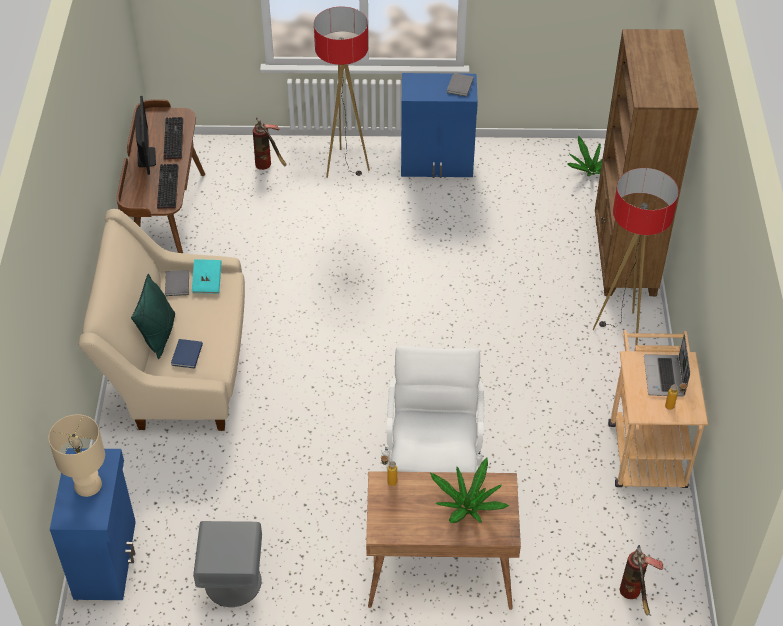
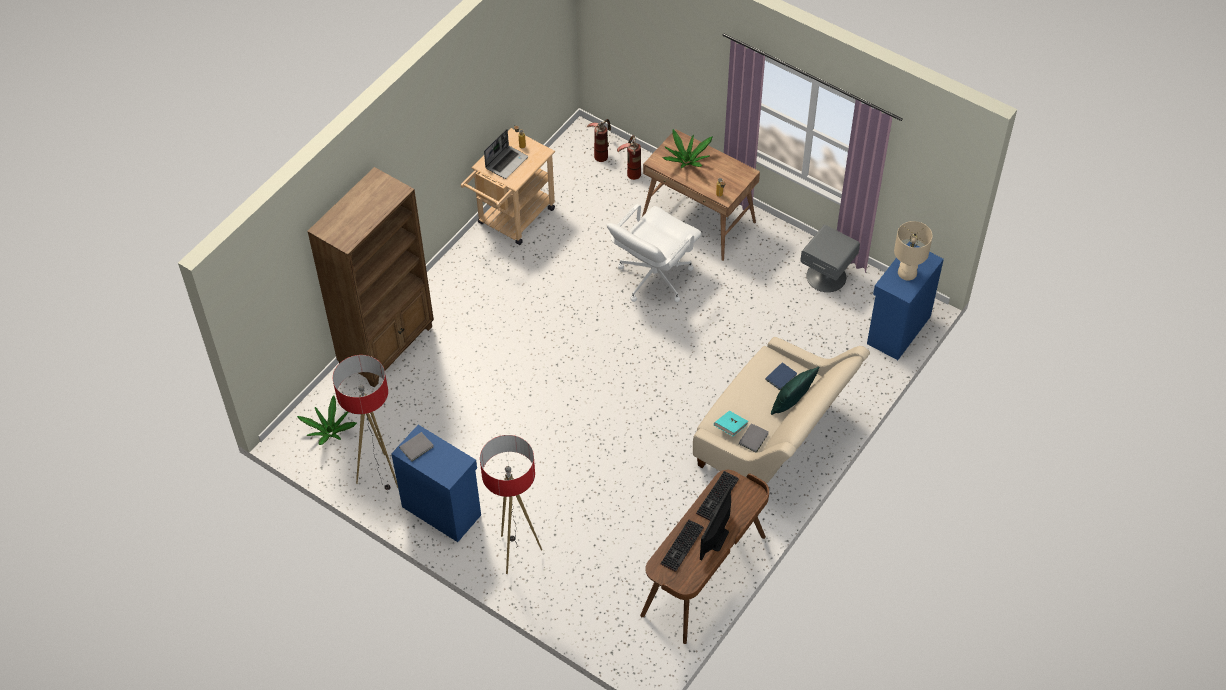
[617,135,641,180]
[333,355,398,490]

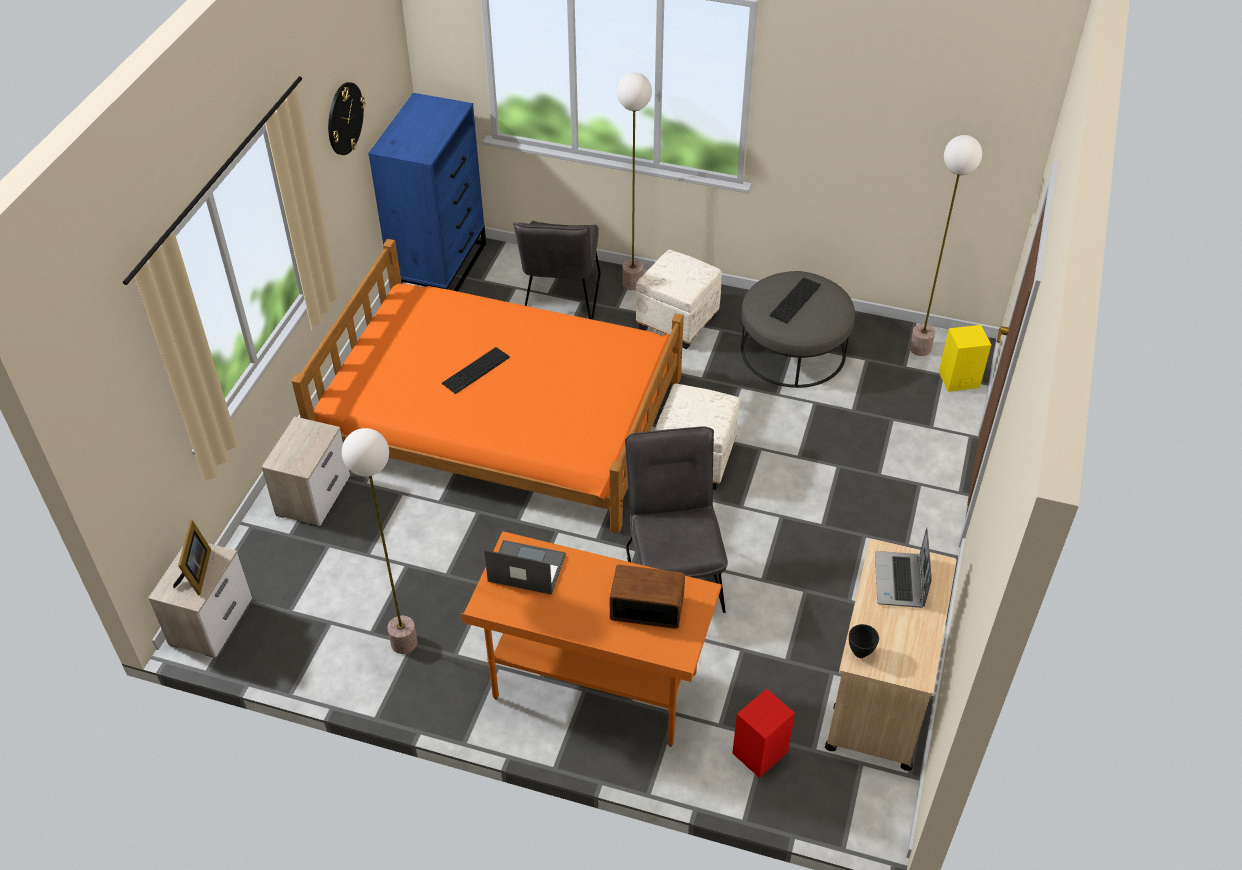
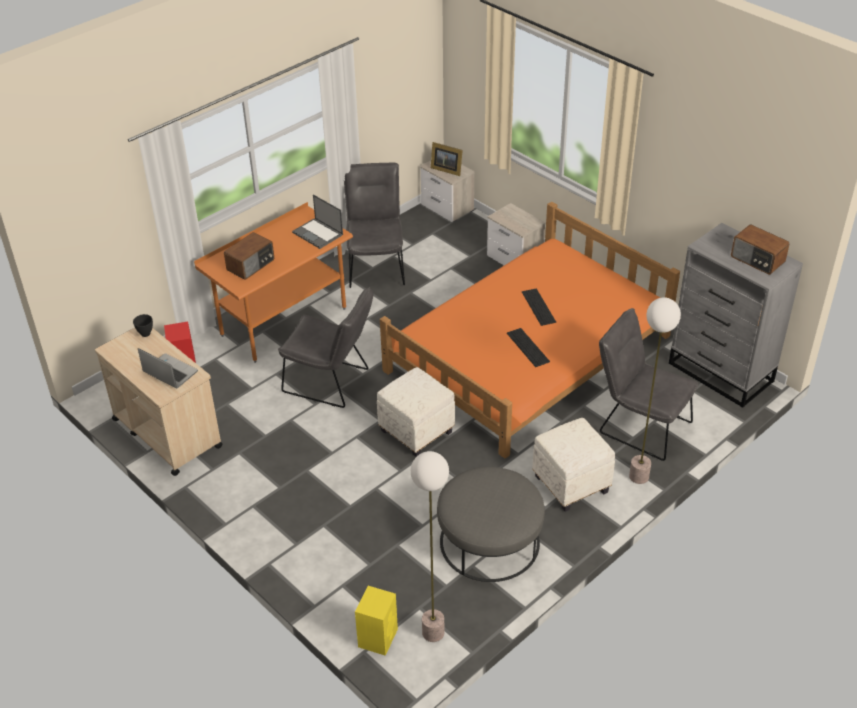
[328,82,365,155] (first image)
[669,223,803,408]
[507,328,550,367]
[344,162,405,288]
[292,194,343,249]
[731,225,790,275]

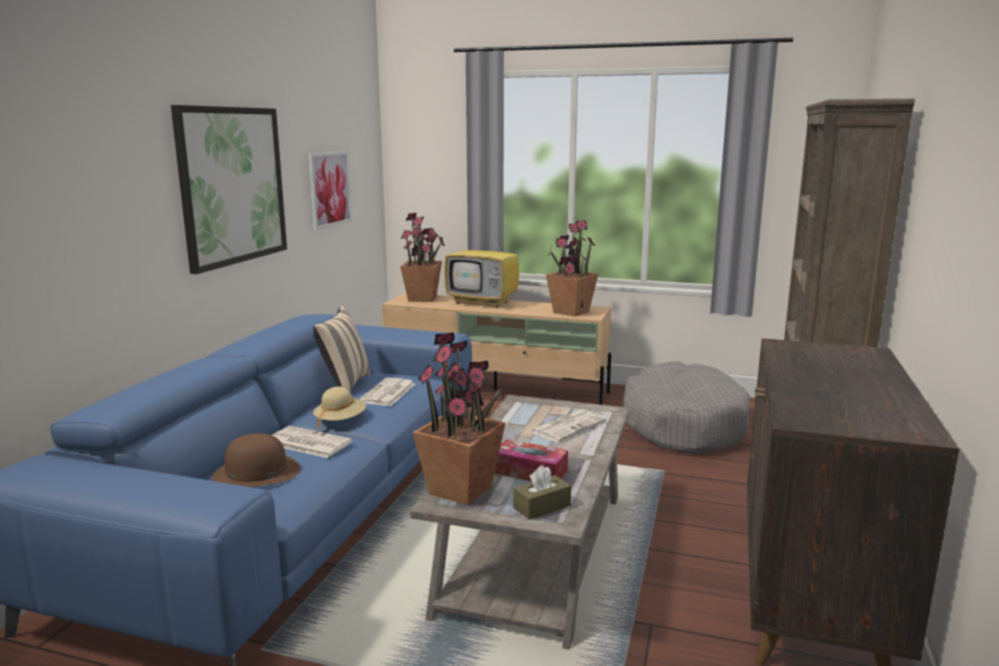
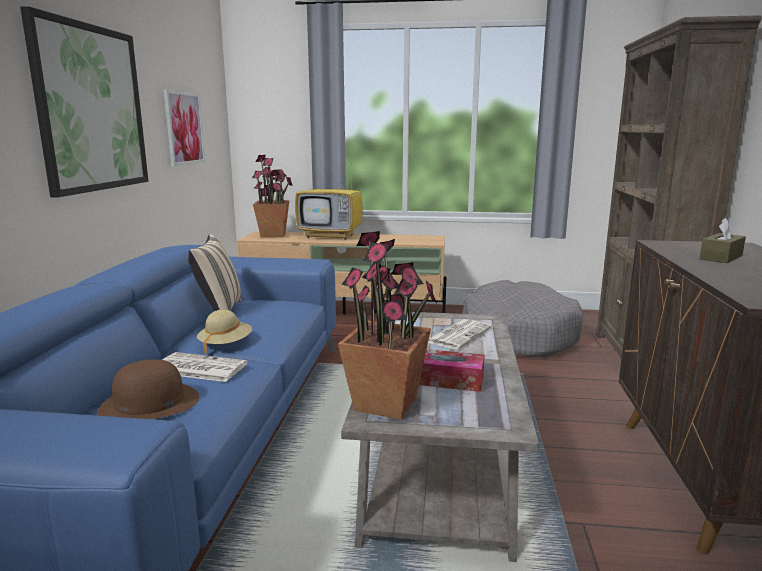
[546,220,598,317] (first image)
[358,378,415,406] (first image)
[700,218,746,263]

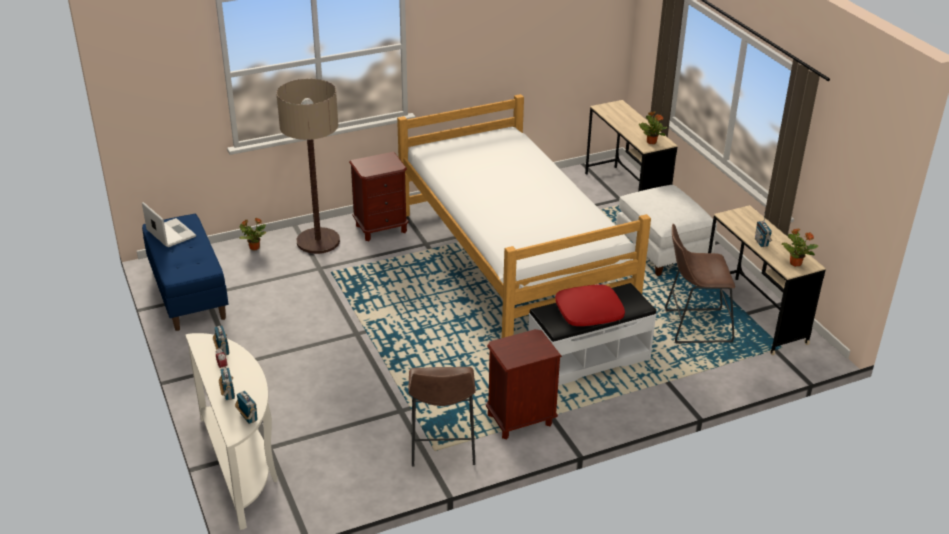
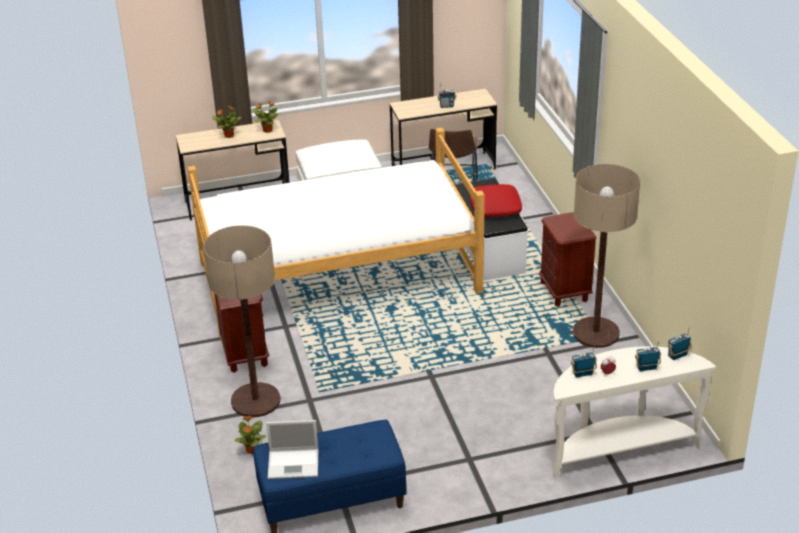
[266,420,318,479]
[213,106,242,138]
[573,164,640,348]

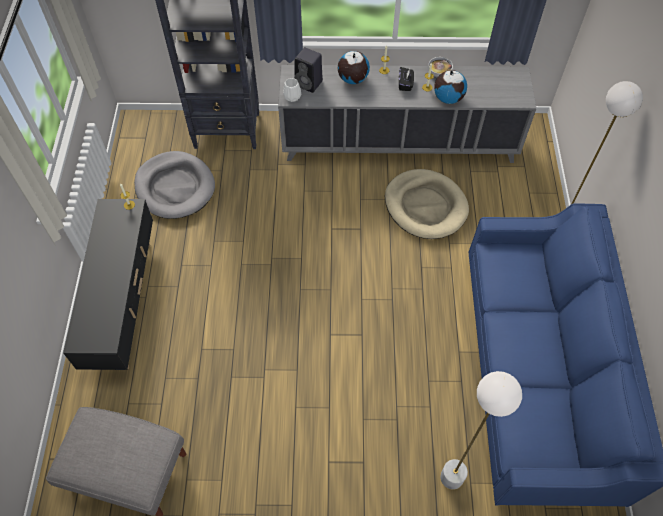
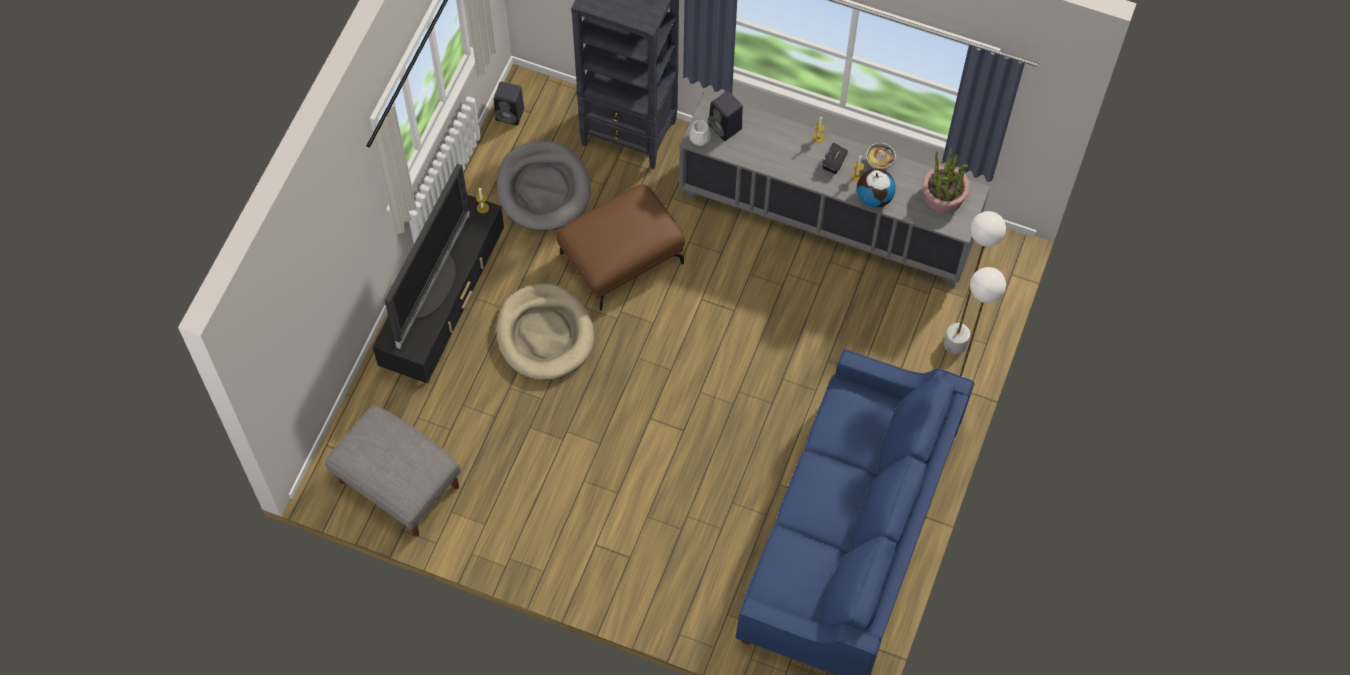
[338,51,370,84] (first image)
[496,283,594,380]
[944,211,1006,354]
[494,82,524,125]
[922,148,970,214]
[384,164,470,349]
[557,184,685,311]

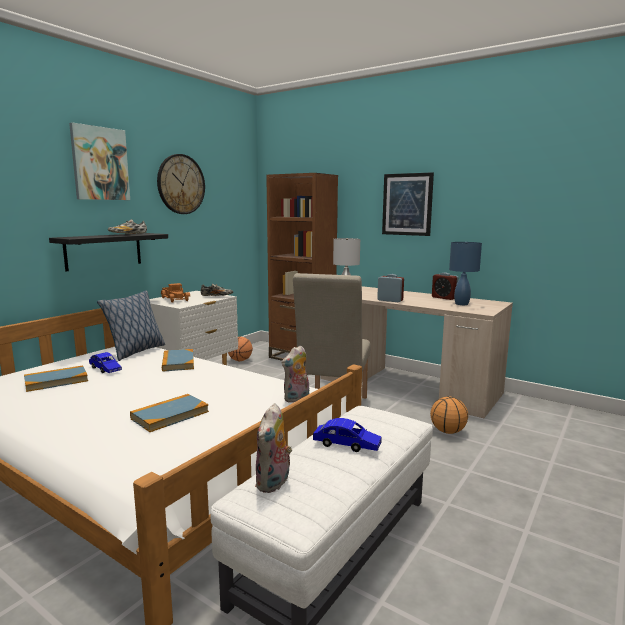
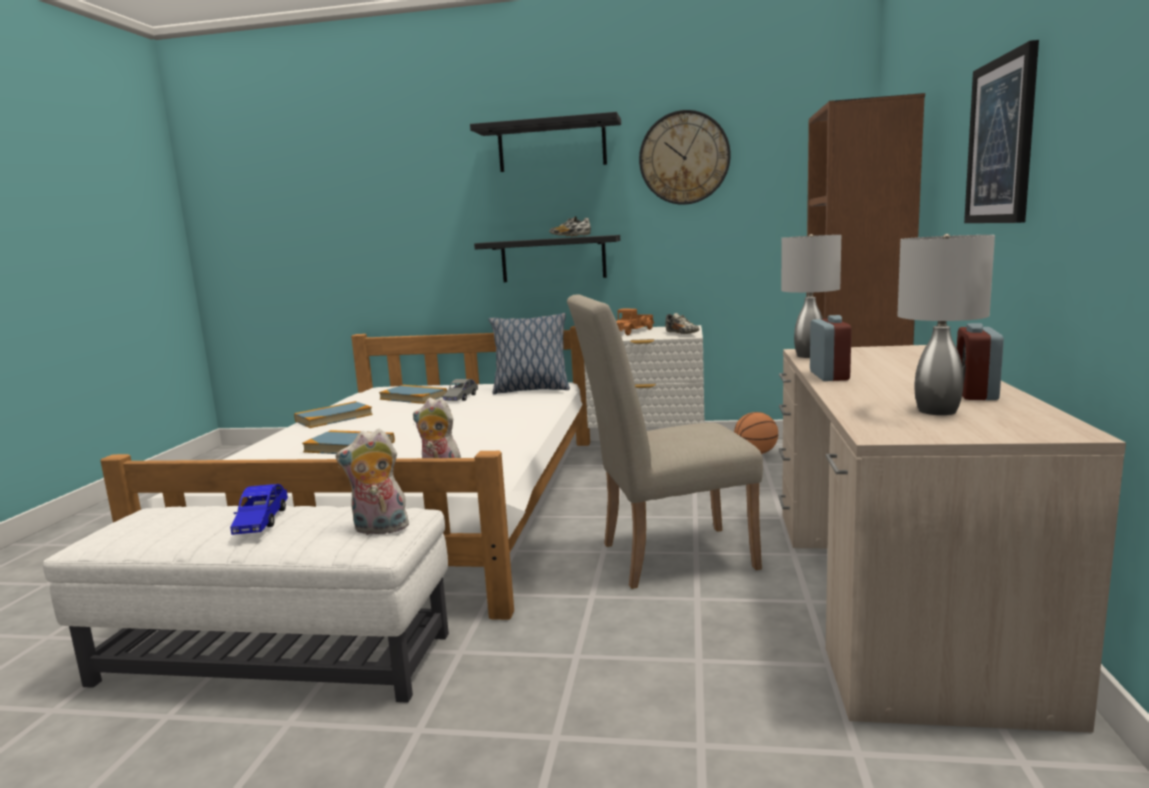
[470,112,621,172]
[897,234,995,415]
[294,401,373,428]
[443,379,478,401]
[430,396,468,434] (first image)
[336,429,413,536]

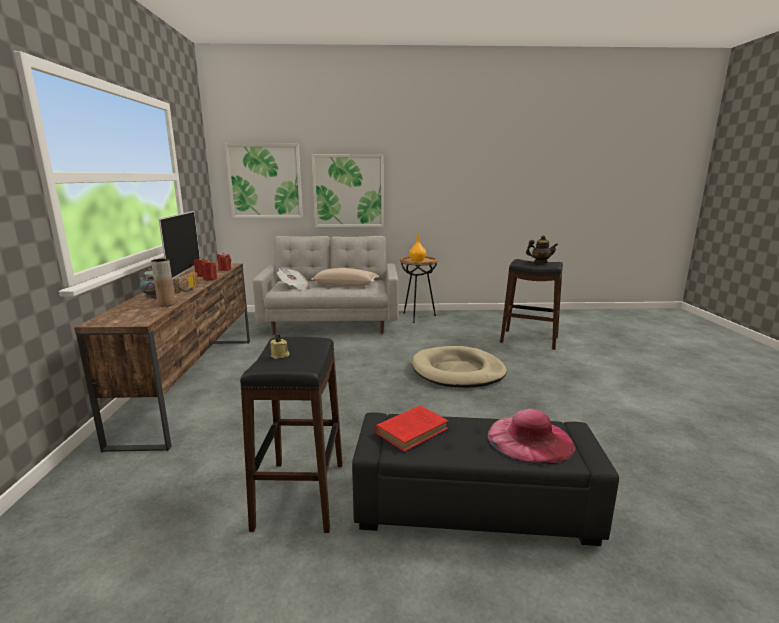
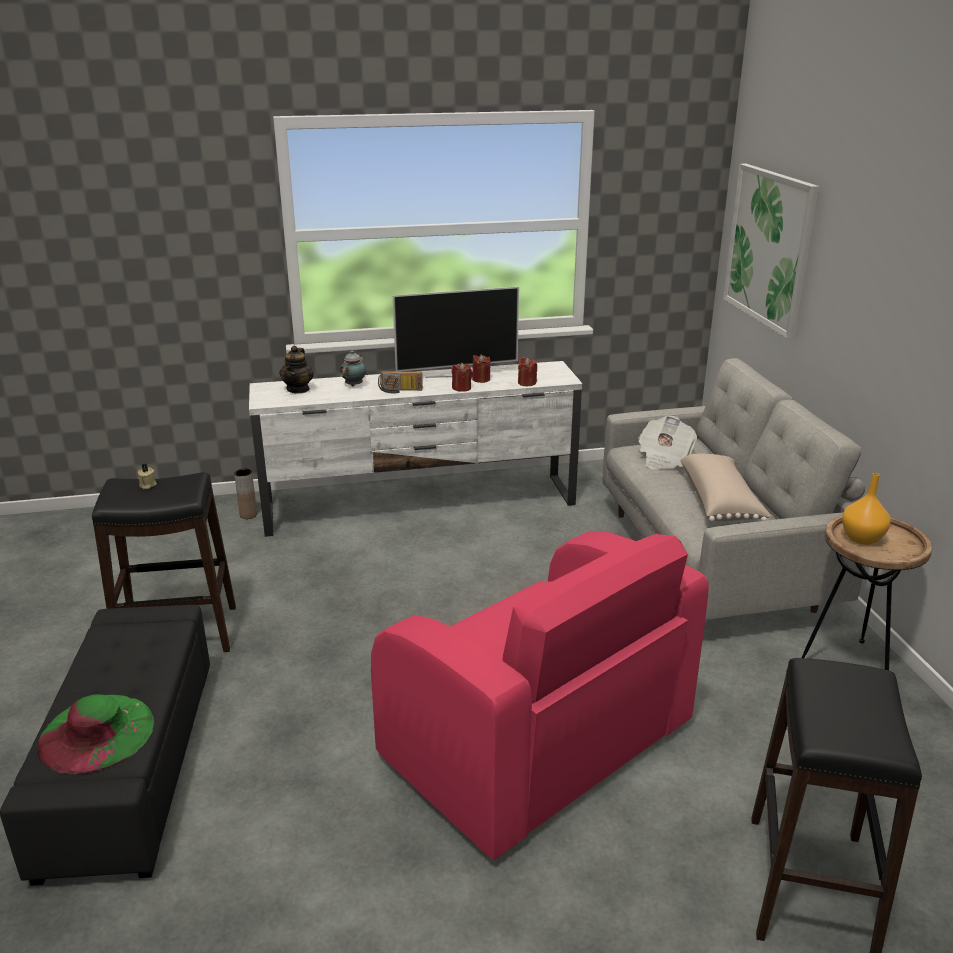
[312,154,384,227] (first image)
[279,346,314,394]
[234,469,257,519]
[249,361,583,537]
[371,531,709,860]
[376,405,448,452] (first image)
[37,694,154,774]

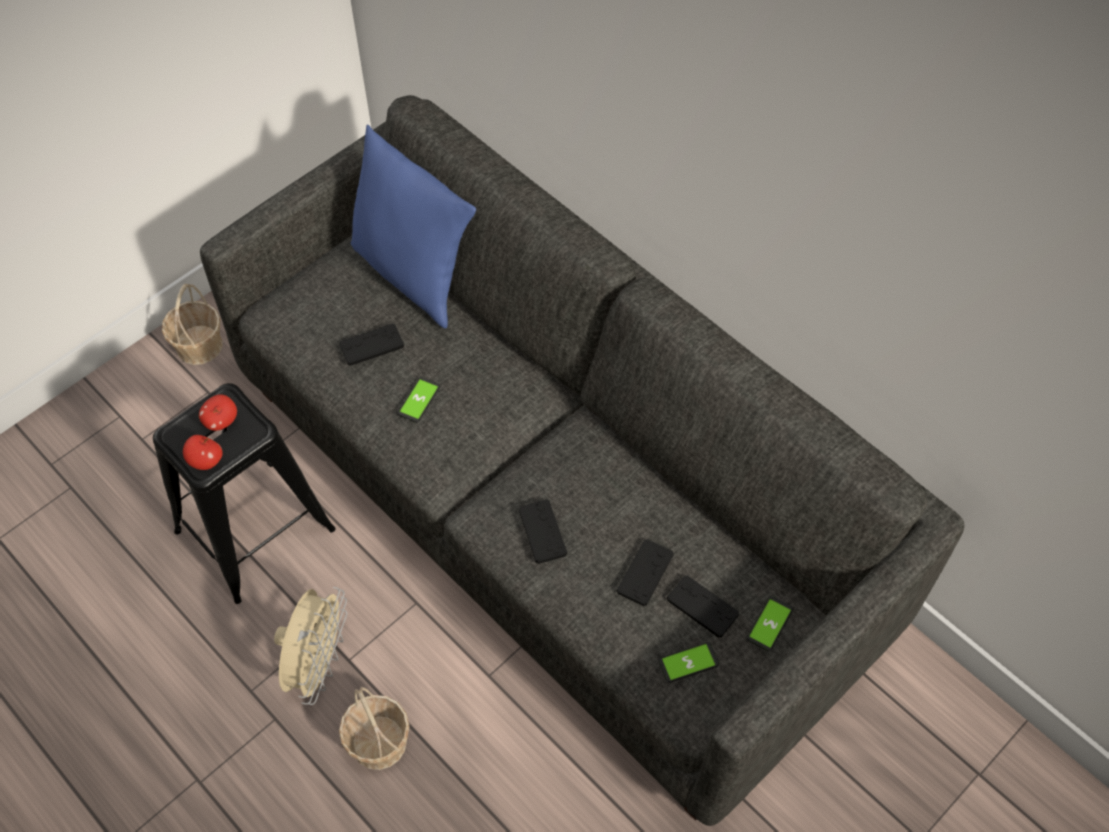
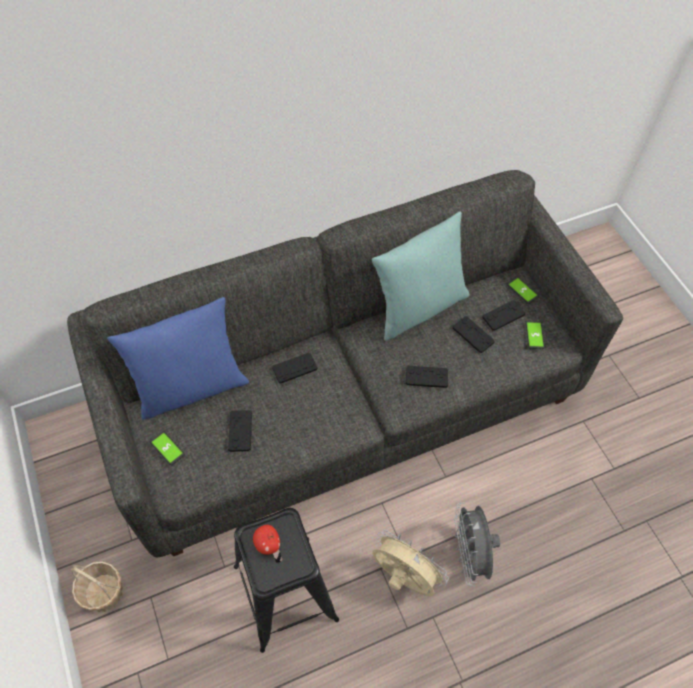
[150,431,185,465]
[183,435,223,470] (first image)
[454,502,500,587]
[372,211,469,341]
[272,353,317,384]

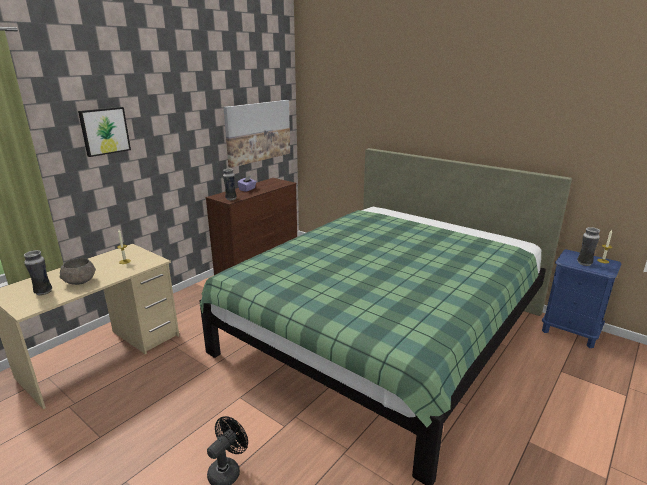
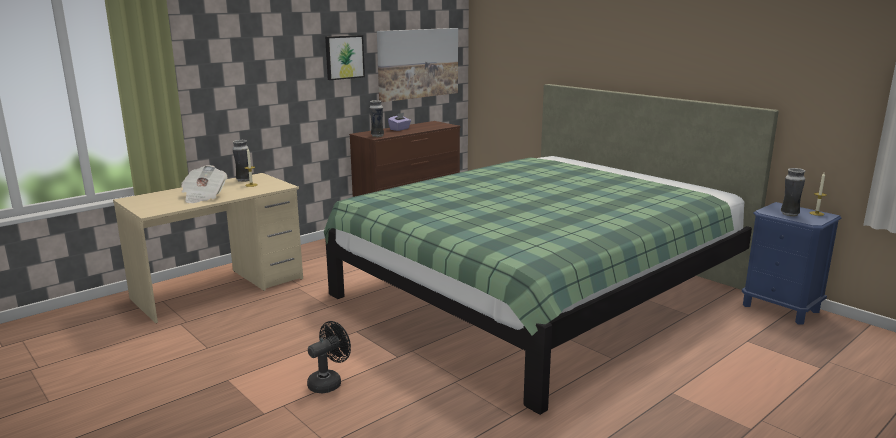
[325,35,365,80]
[232,140,249,182]
[181,165,227,203]

